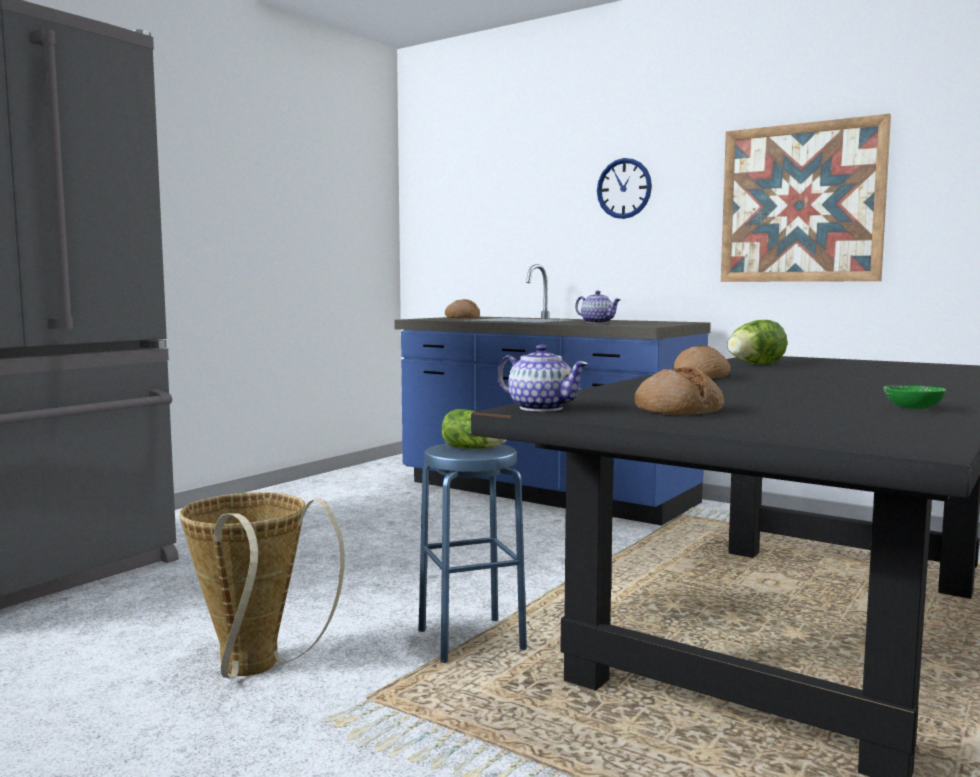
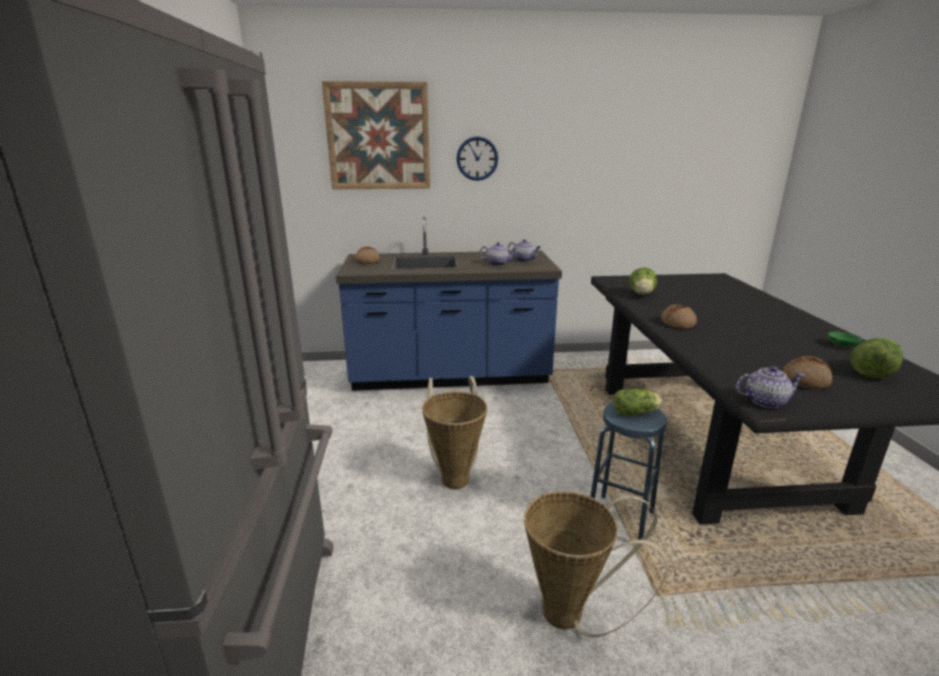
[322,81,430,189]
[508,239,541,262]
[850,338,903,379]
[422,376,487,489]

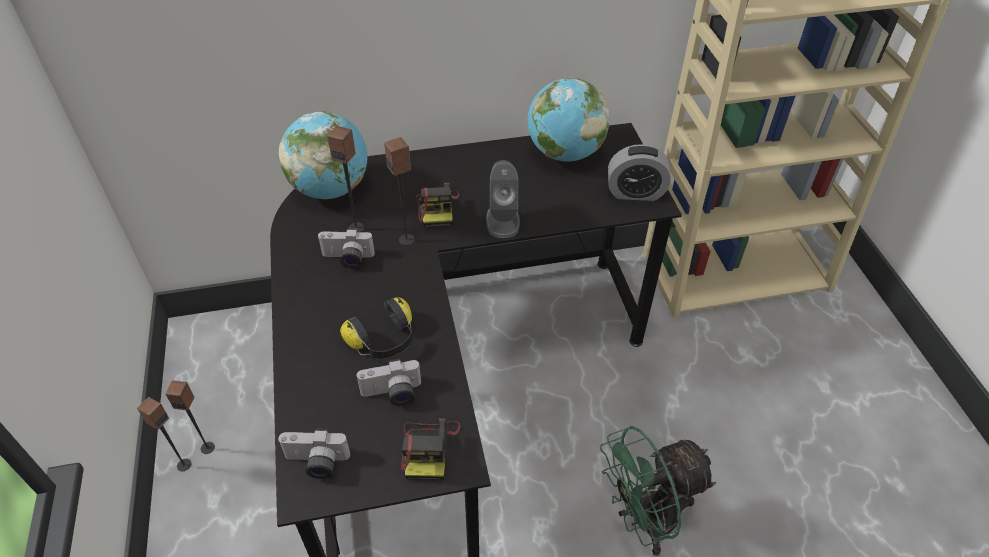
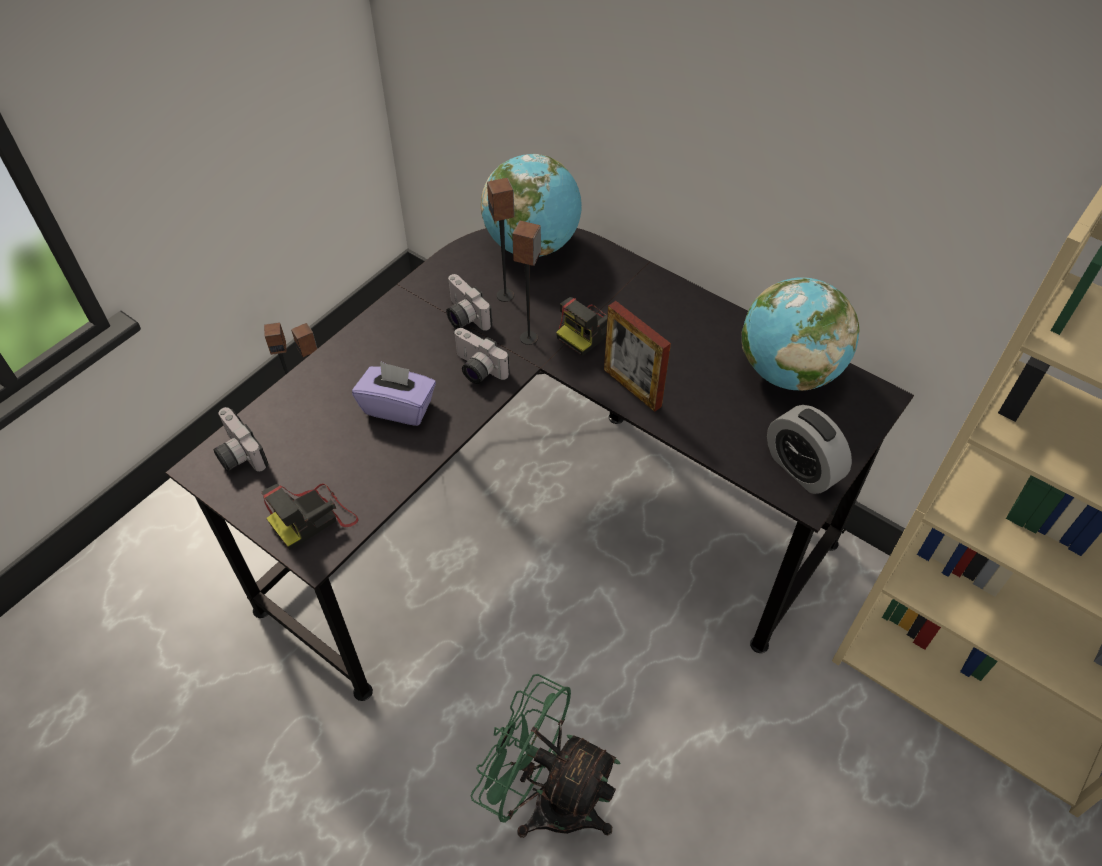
[604,301,671,412]
[352,361,436,426]
[453,328,510,384]

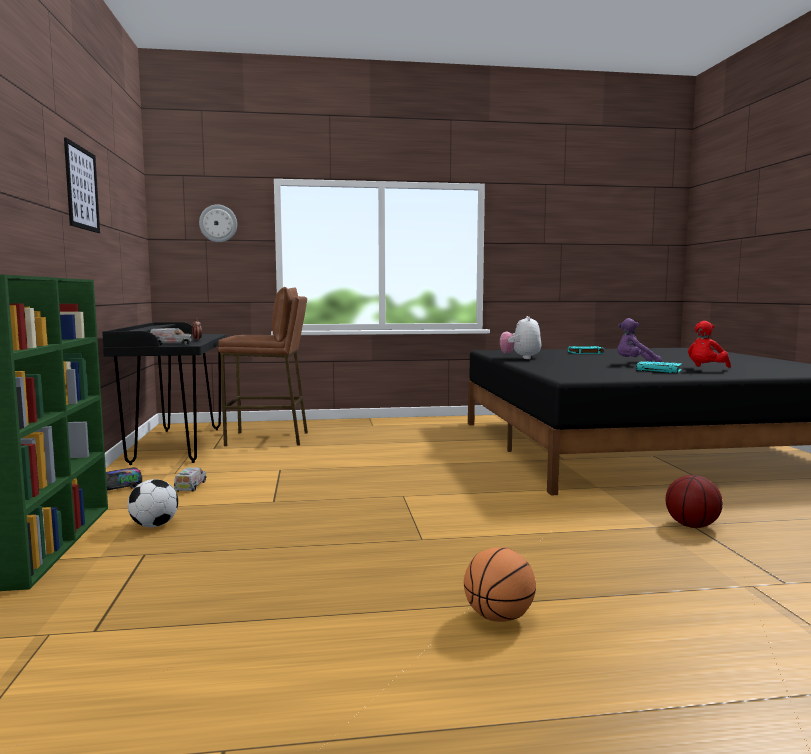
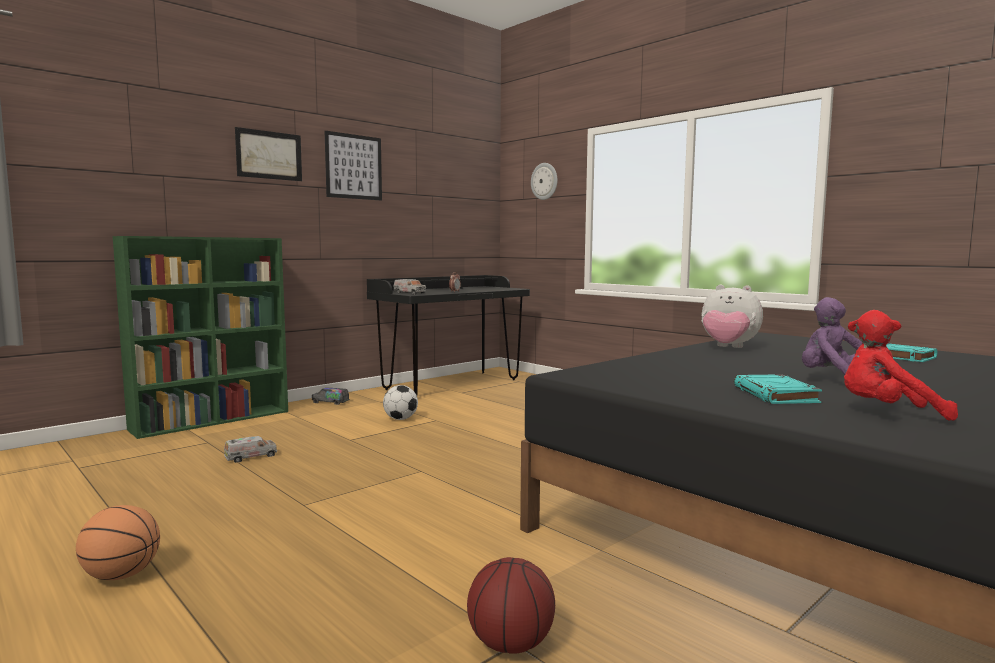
[218,287,308,446] (first image)
[702,285,763,348]
[224,436,277,463]
[383,385,418,420]
[235,127,302,181]

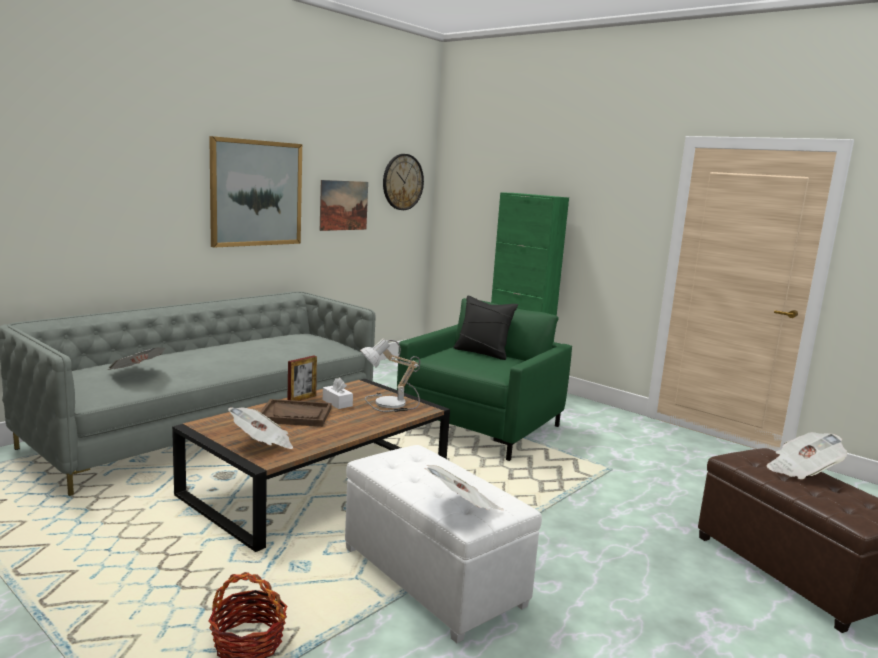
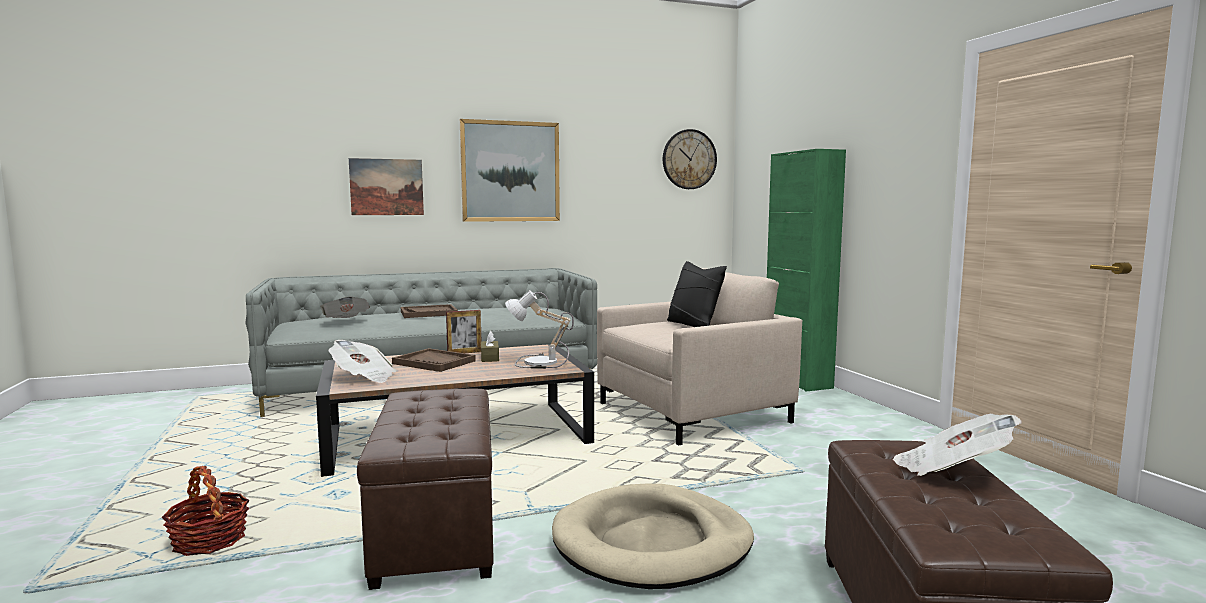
[349,158,424,215]
[597,268,803,445]
[481,331,499,362]
[357,389,494,590]
[424,465,504,510] (first image)
[401,304,458,318]
[552,484,754,589]

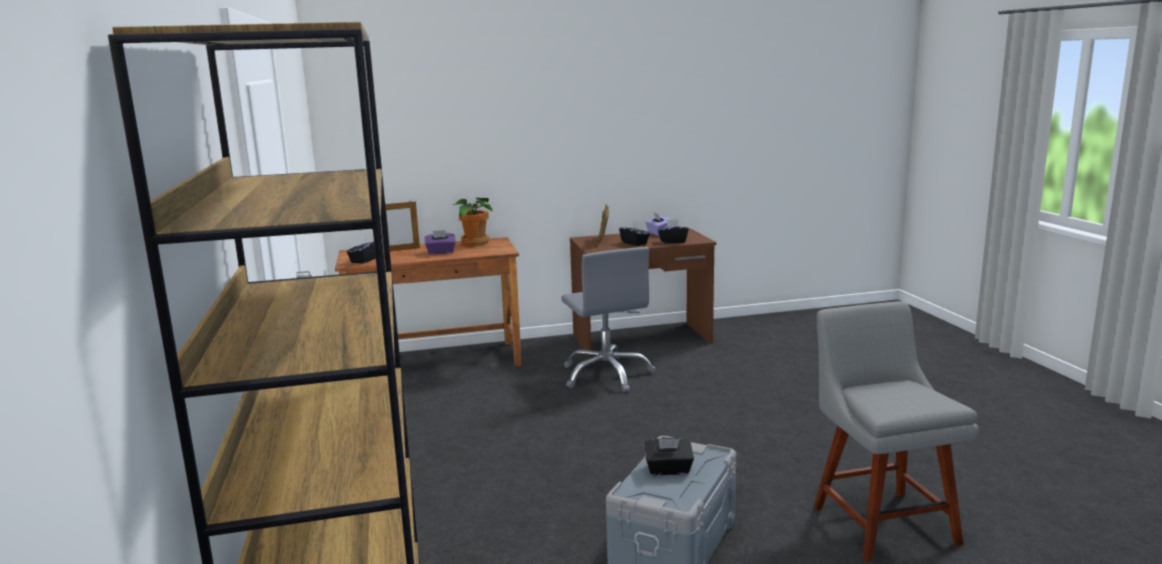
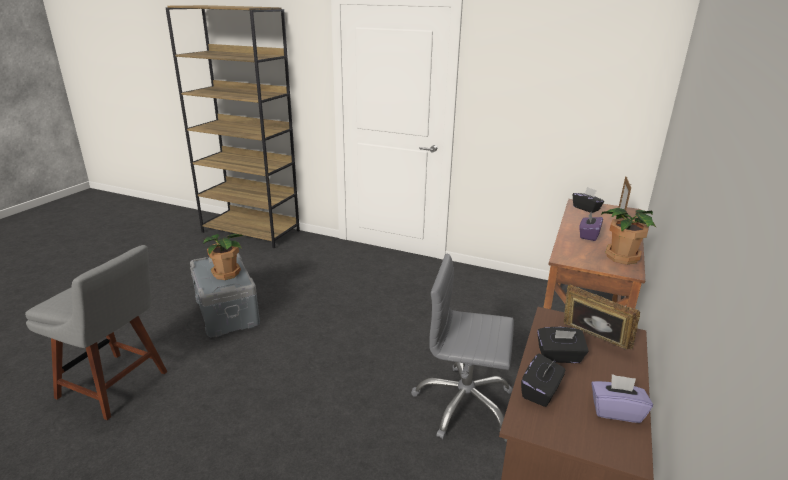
[203,234,243,280]

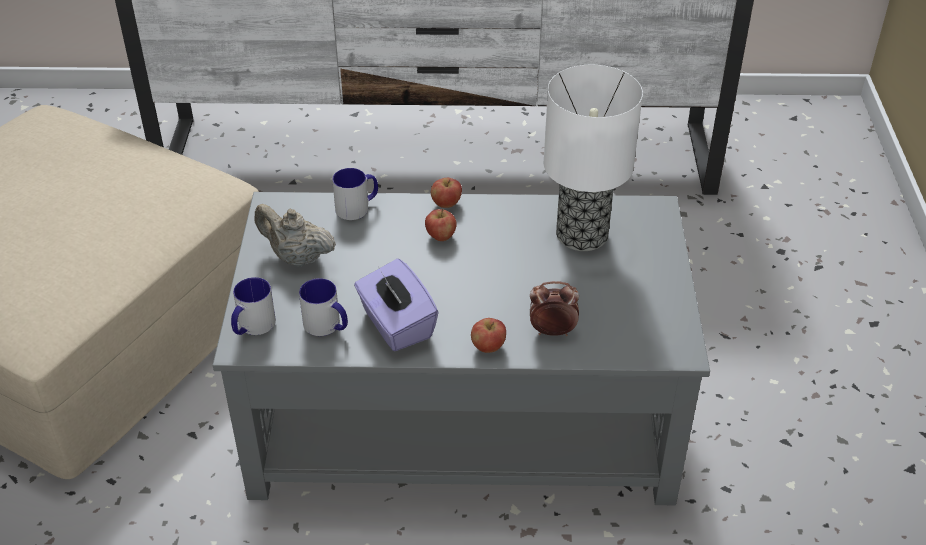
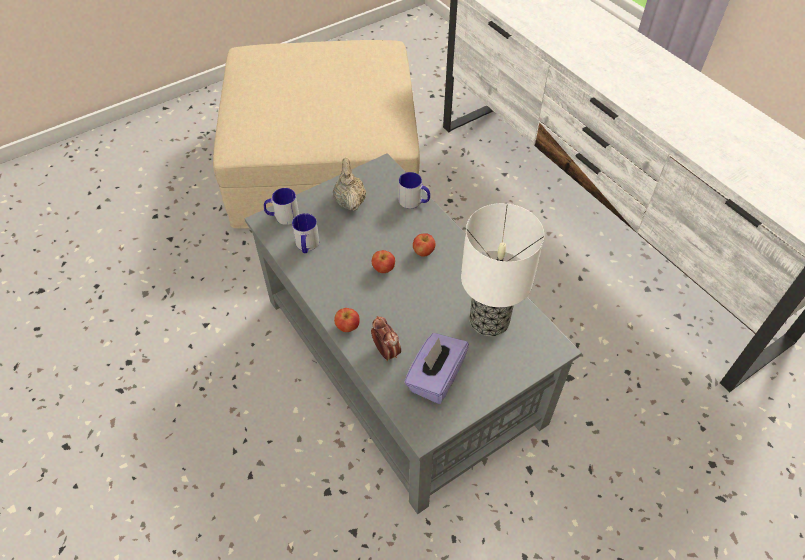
[372,250,395,273]
[404,333,469,404]

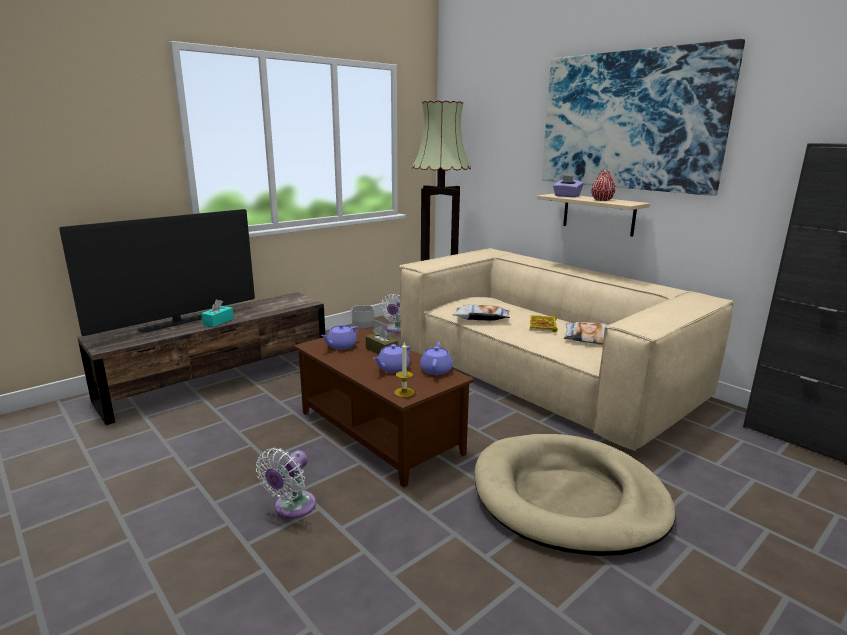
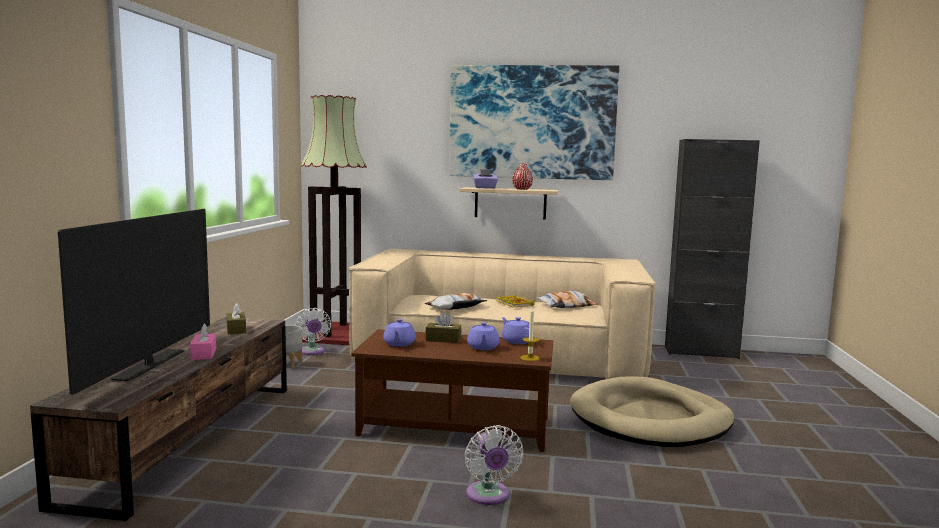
[190,324,216,360]
[226,303,246,334]

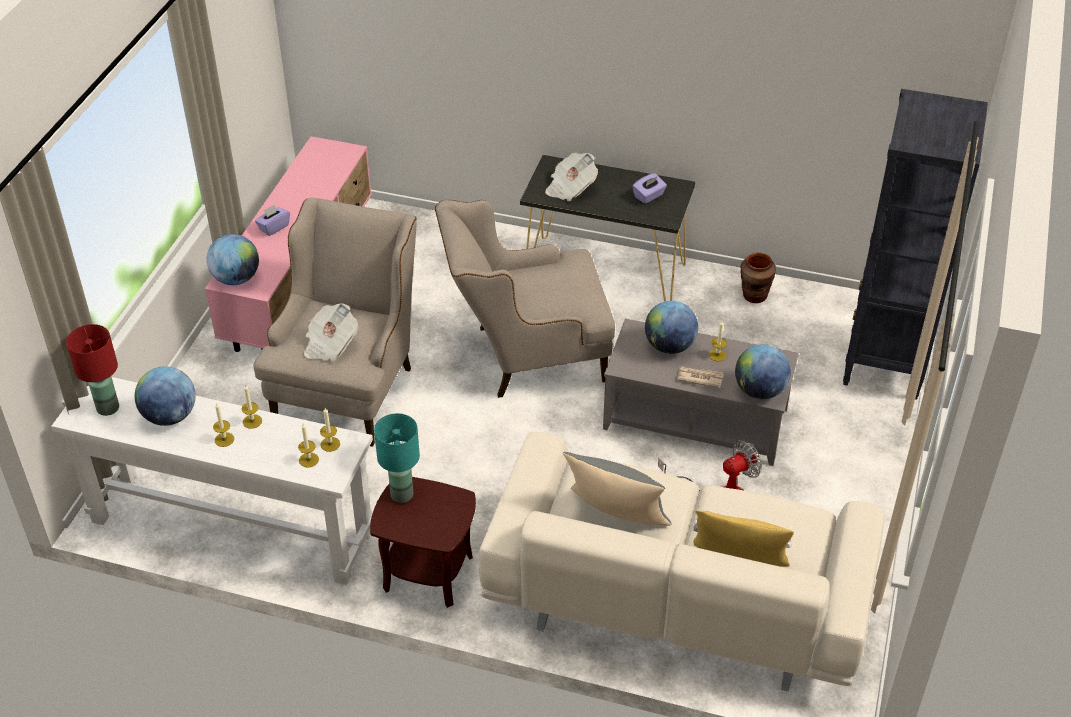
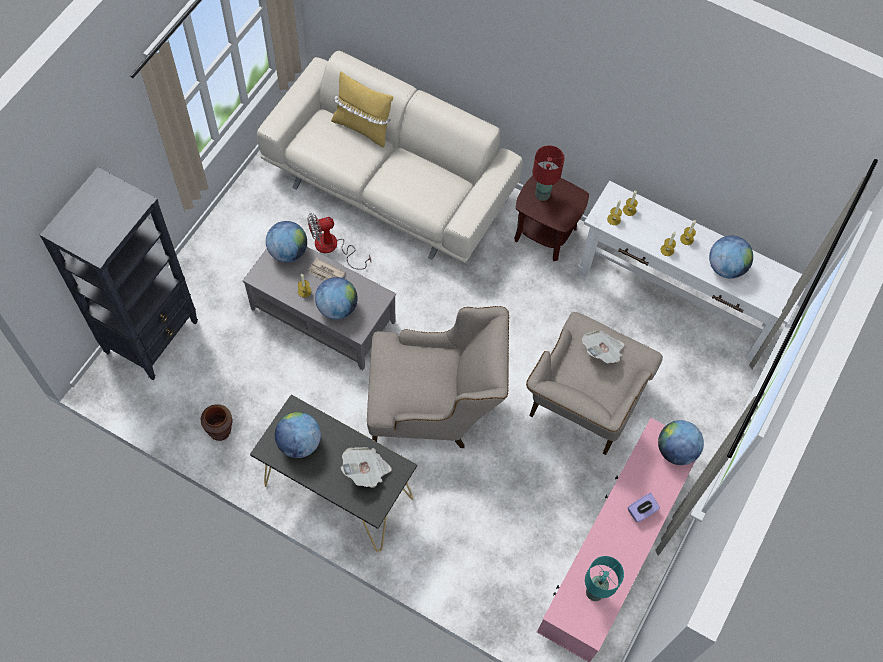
[275,412,321,458]
[533,146,564,201]
[585,556,624,601]
[563,452,671,526] (first image)

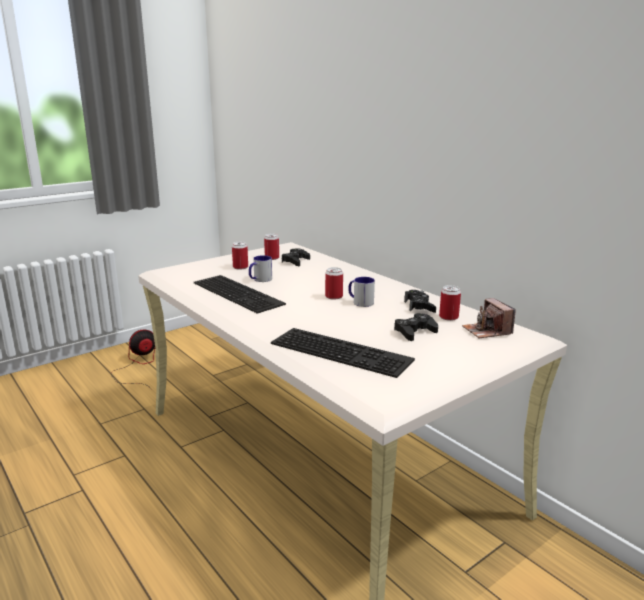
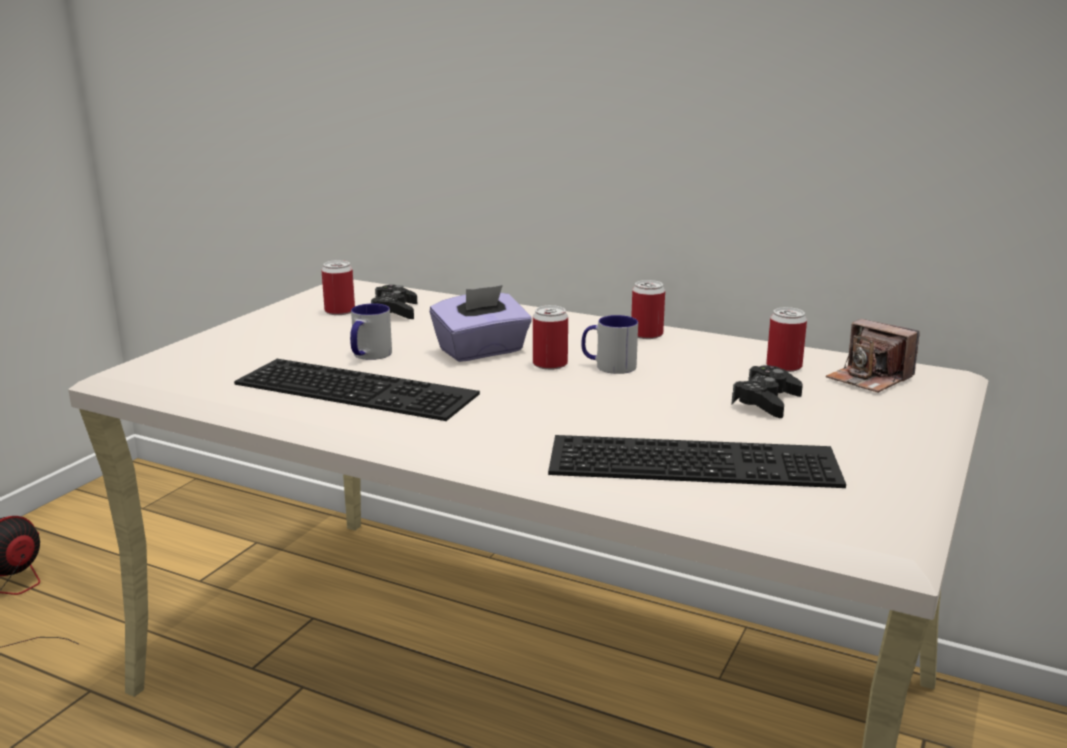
[631,280,665,339]
[404,290,436,313] (first image)
[430,285,532,362]

